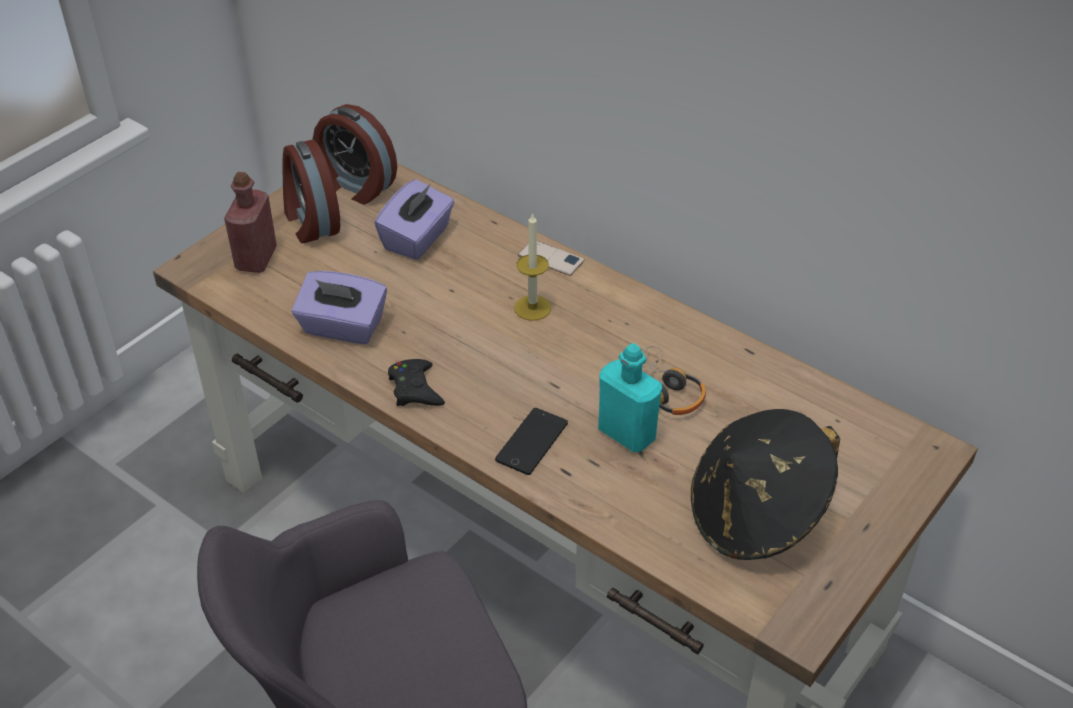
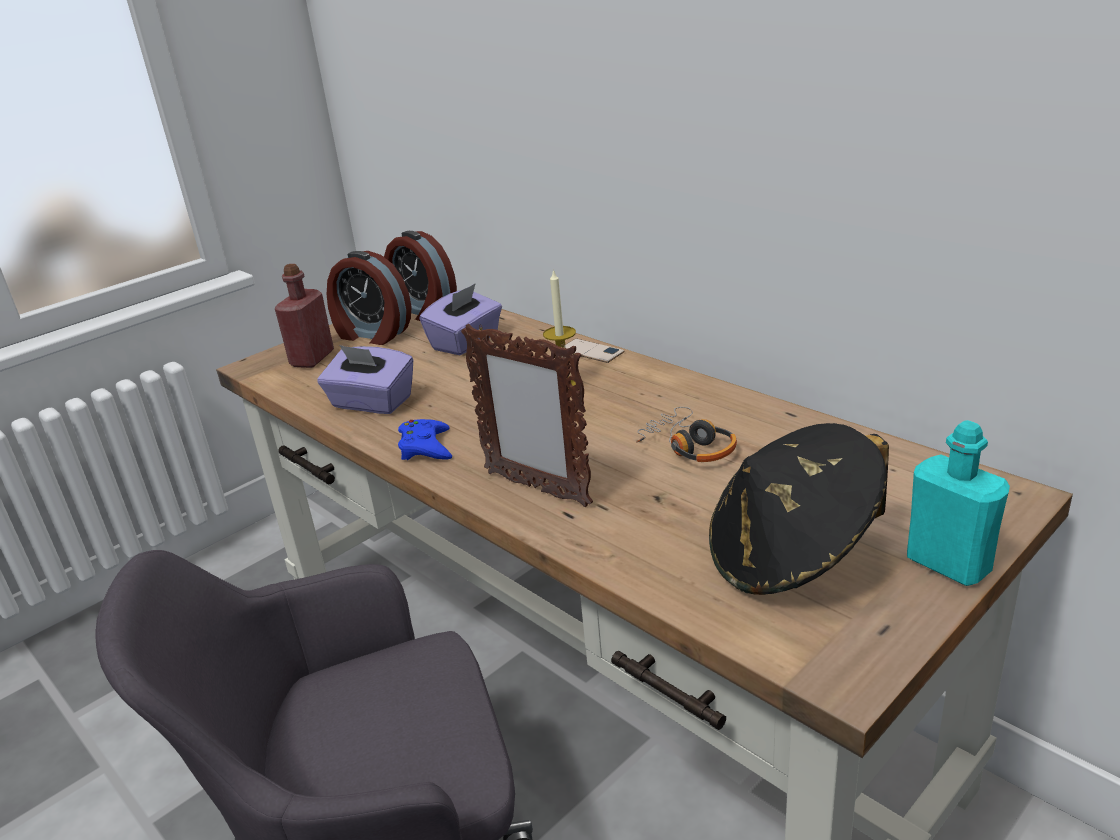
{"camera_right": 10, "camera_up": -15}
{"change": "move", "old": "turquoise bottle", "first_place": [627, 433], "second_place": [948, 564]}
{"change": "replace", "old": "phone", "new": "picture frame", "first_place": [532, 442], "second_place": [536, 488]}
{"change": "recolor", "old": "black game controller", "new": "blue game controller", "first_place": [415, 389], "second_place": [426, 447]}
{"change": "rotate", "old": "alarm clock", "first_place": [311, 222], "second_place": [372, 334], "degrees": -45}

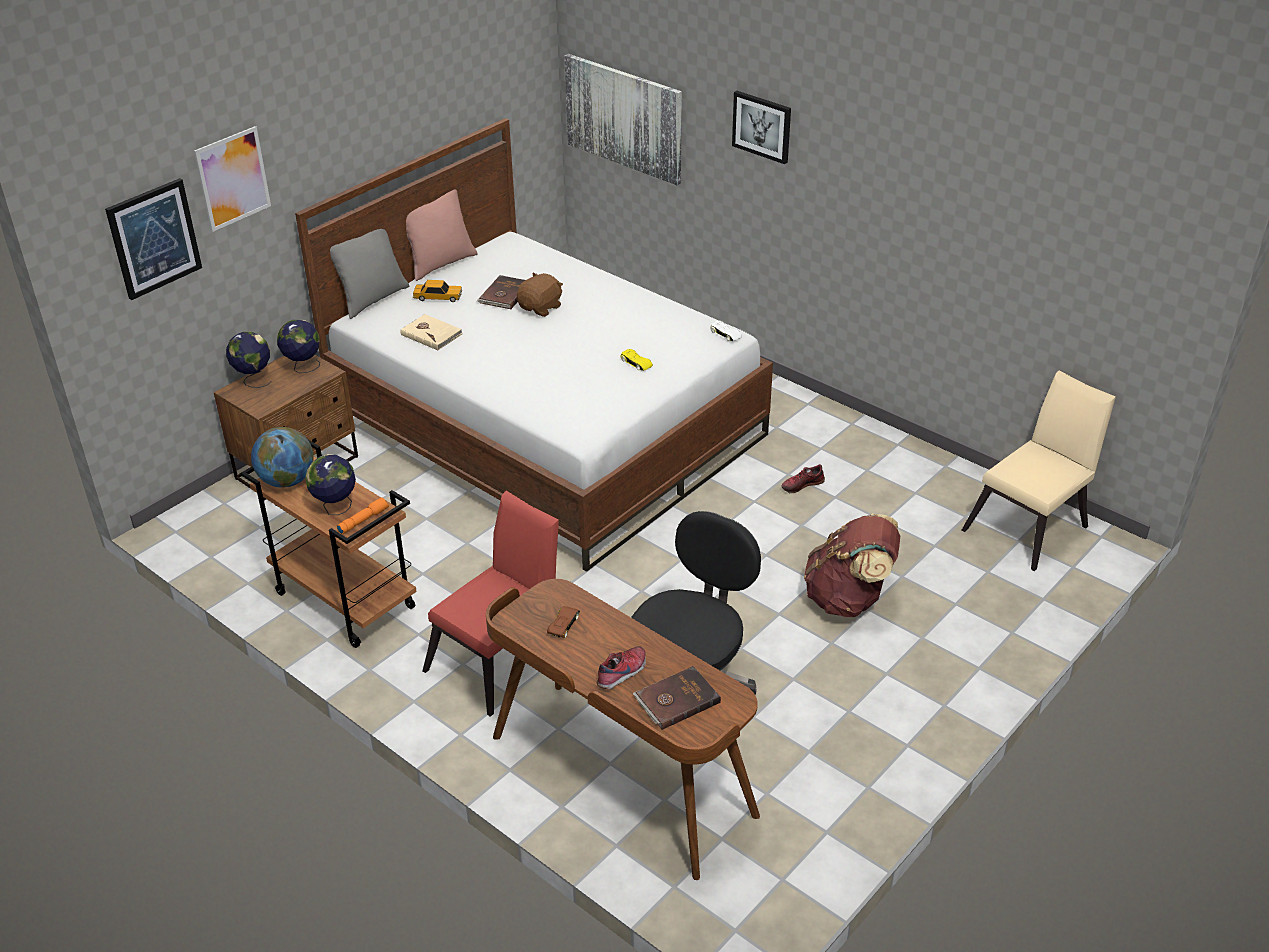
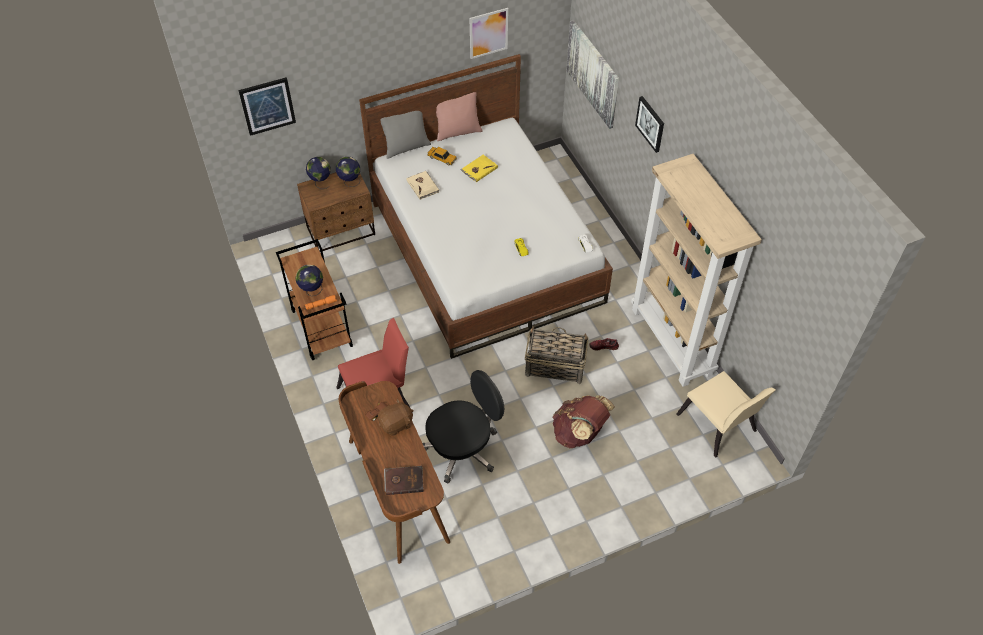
{"camera_right": 25, "camera_up": 15}
{"change": "delete", "old": "globe", "first_place": [287, 481]}
{"change": "delete", "old": "shoe", "first_place": [622, 673]}
{"change": "insert", "new": "basket", "second_place": [554, 366]}
{"change": "insert", "new": "beige bookcase", "second_place": [672, 341]}
{"change": "move", "old": "picture", "first_place": [233, 178], "second_place": [488, 33]}
{"change": "move", "old": "brown plush toy", "first_place": [541, 308], "second_place": [396, 424]}
{"change": "recolor", "old": "brown book", "new": "yellow book", "first_place": [504, 295], "second_place": [479, 169]}
{"change": "rotate", "old": "beige chair", "first_place": [1031, 525], "second_place": [718, 427], "degrees": 75}

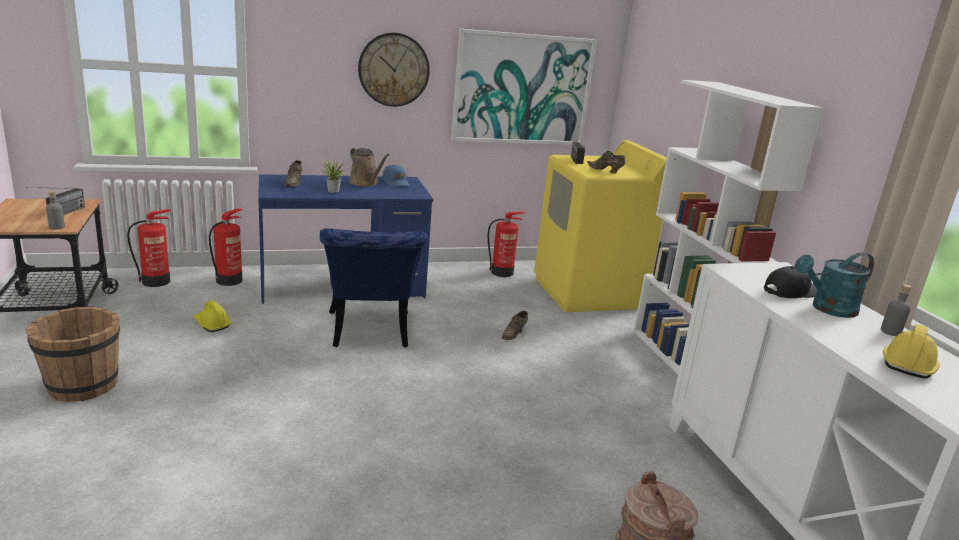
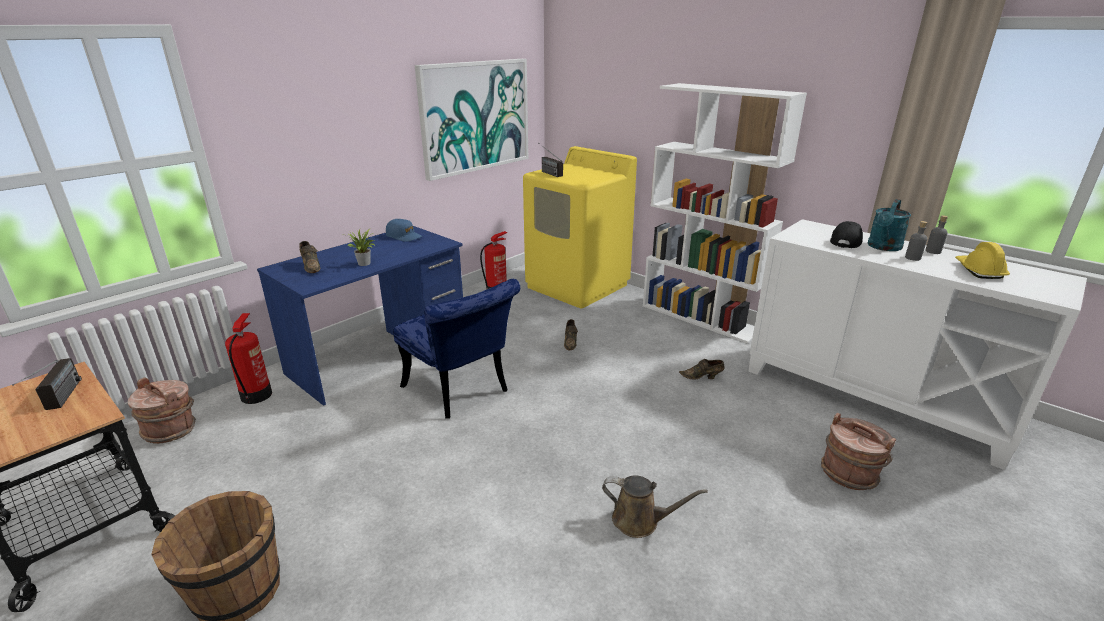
{"camera_right": -30, "camera_up": 5}
{"change": "delete", "old": "yellow hard hat", "first_place": [212, 324]}
{"change": "delete", "old": "wall clock", "first_place": [393, 70]}
{"change": "move", "old": "grey bottle", "first_place": [57, 227], "second_place": [912, 258]}
{"change": "move", "old": "brown watering can", "first_place": [365, 183], "second_place": [640, 521]}
{"change": "move", "old": "brown shoe", "first_place": [605, 171], "second_place": [702, 377]}
{"change": "replace", "old": "fire extinguisher", "new": "brown bucket", "first_place": [157, 281], "second_place": [171, 430]}

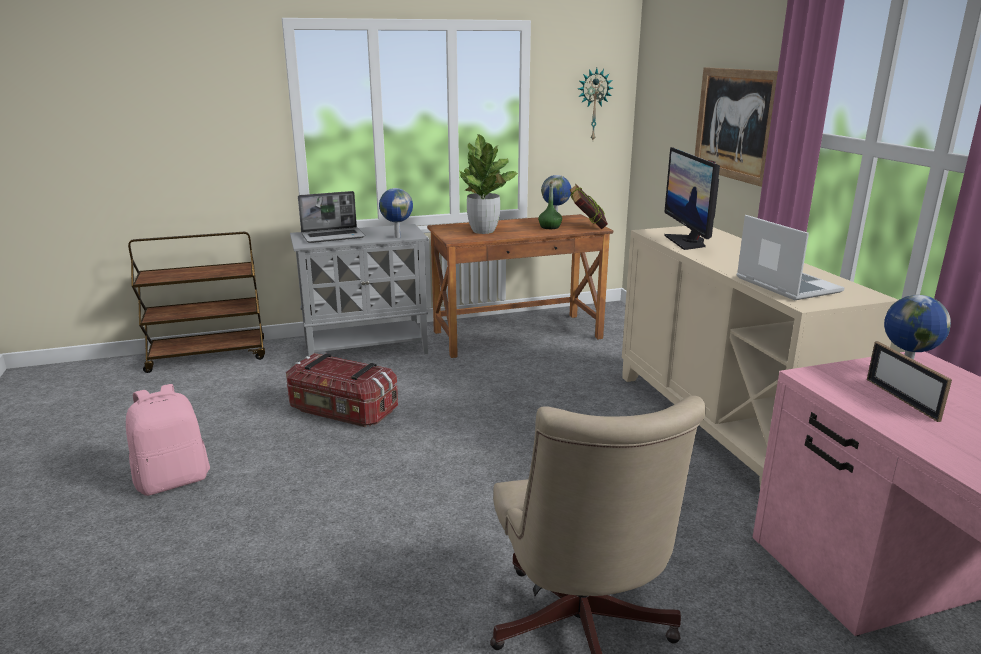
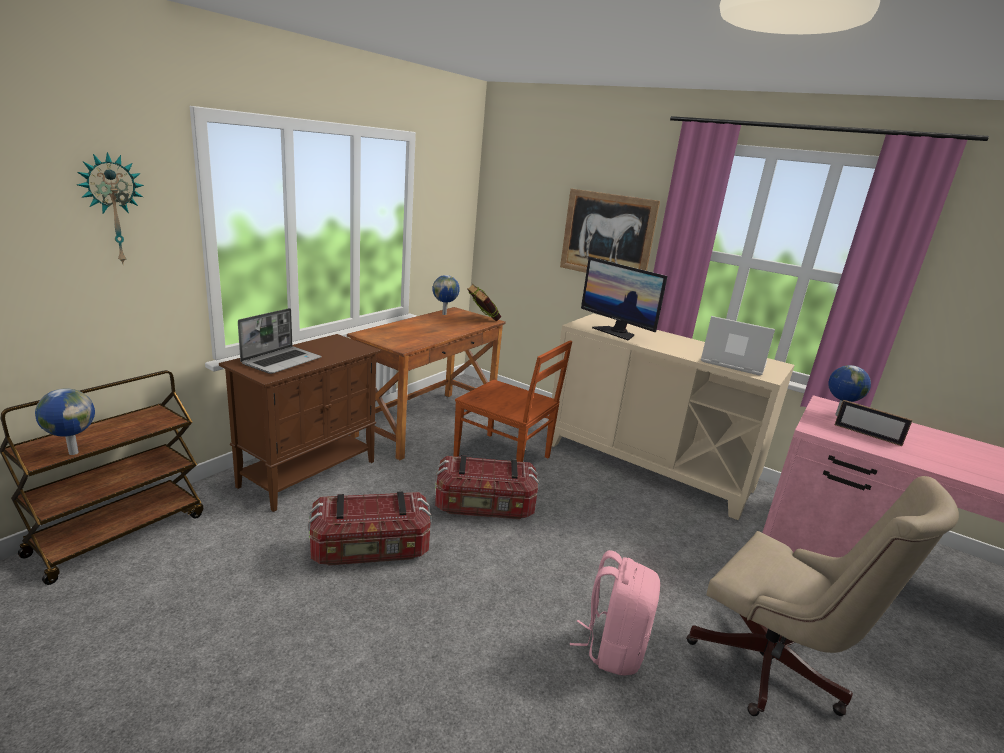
{"camera_right": -40, "camera_up": 0}
{"change": "delete", "old": "potted plant", "first_place": [483, 231]}
{"change": "delete", "old": "green bottle", "first_place": [550, 227]}
{"change": "insert", "new": "storage box", "second_place": [484, 507]}
{"change": "insert", "new": "brown chair", "second_place": [504, 458]}
{"change": "move", "old": "pink backpack", "first_place": [173, 480], "second_place": [612, 648]}
{"change": "move", "old": "globe", "first_place": [397, 237], "second_place": [73, 452]}
{"change": "move", "old": "wall clock", "first_place": [593, 104], "second_place": [113, 209]}
{"change": "recolor", "old": "grey cabinet", "new": "brown cabinet", "first_place": [367, 350], "second_place": [309, 473]}

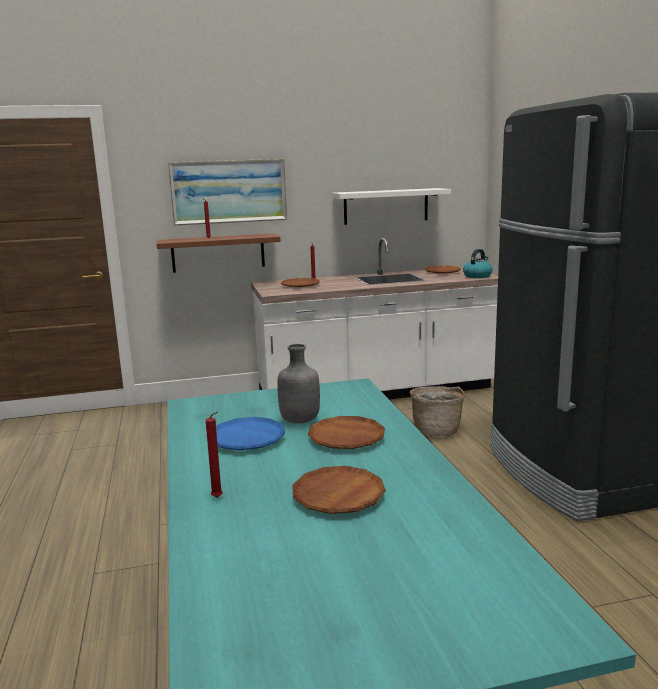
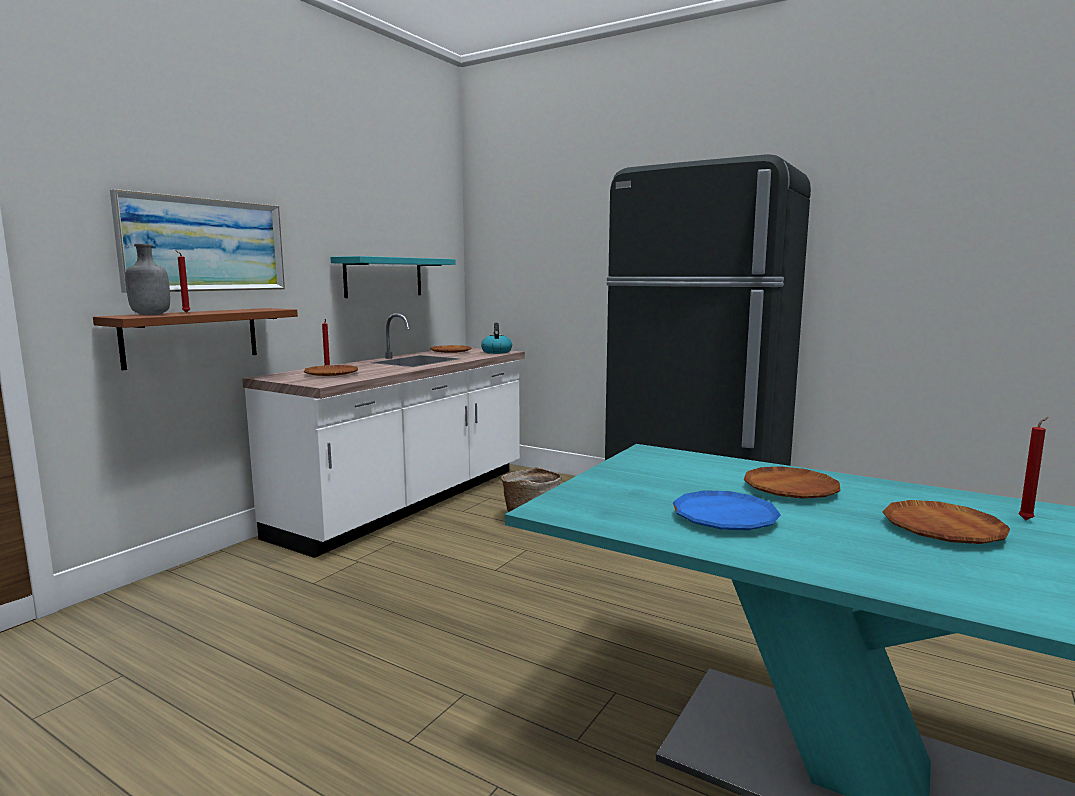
{"camera_right": -45, "camera_up": -5}
{"change": "move", "old": "red candle", "first_place": [218, 498], "second_place": [1027, 520]}
{"change": "move", "old": "grey bottle", "first_place": [299, 421], "second_place": [150, 315]}
{"change": "recolor", "old": "white shelf", "new": "turquoise shelf", "first_place": [386, 206], "second_place": [384, 277]}

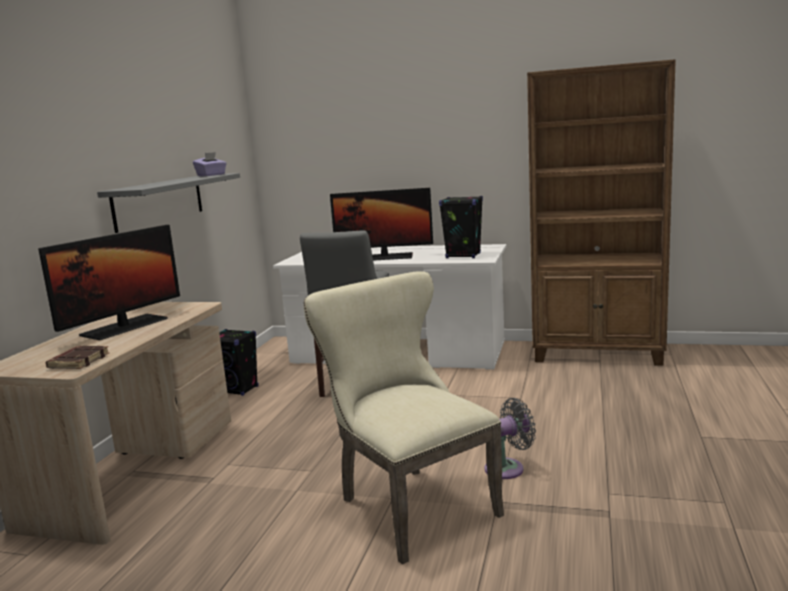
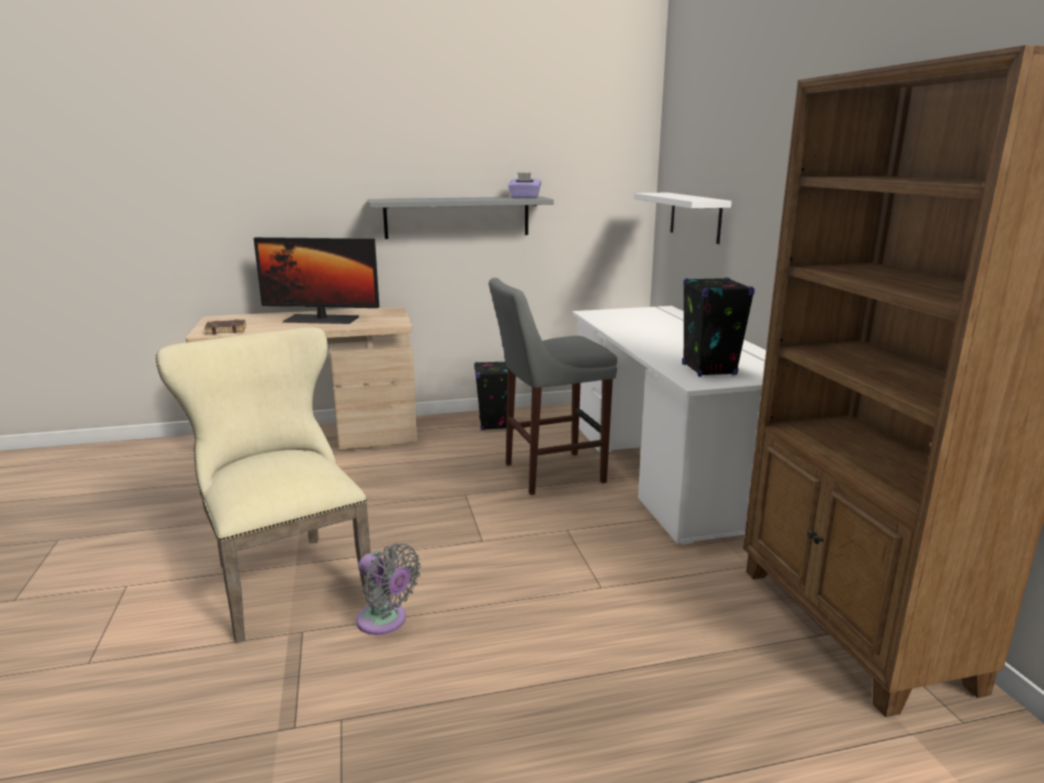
{"camera_right": 60, "camera_up": 5}
{"change": "delete", "old": "monitor", "first_place": [384, 257]}
{"change": "insert", "new": "white shelf", "second_place": [695, 217]}
{"change": "rotate", "old": "beige chair", "first_place": [409, 505], "second_place": [284, 577], "degrees": -60}

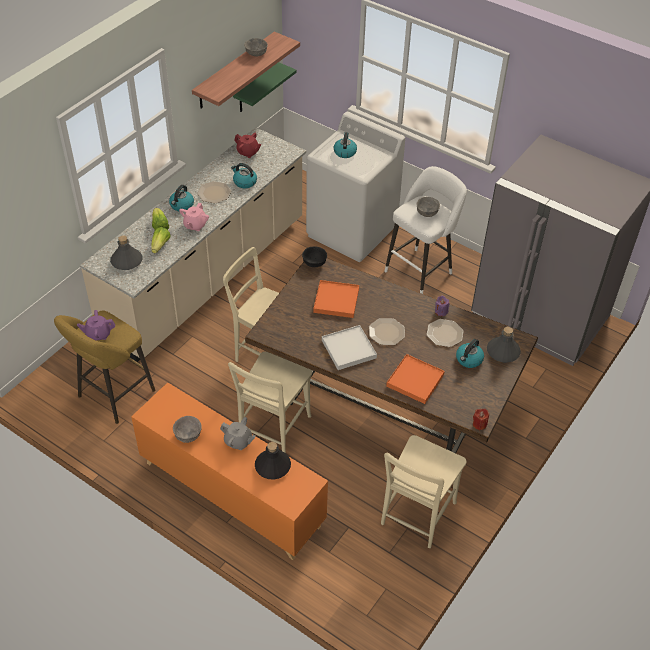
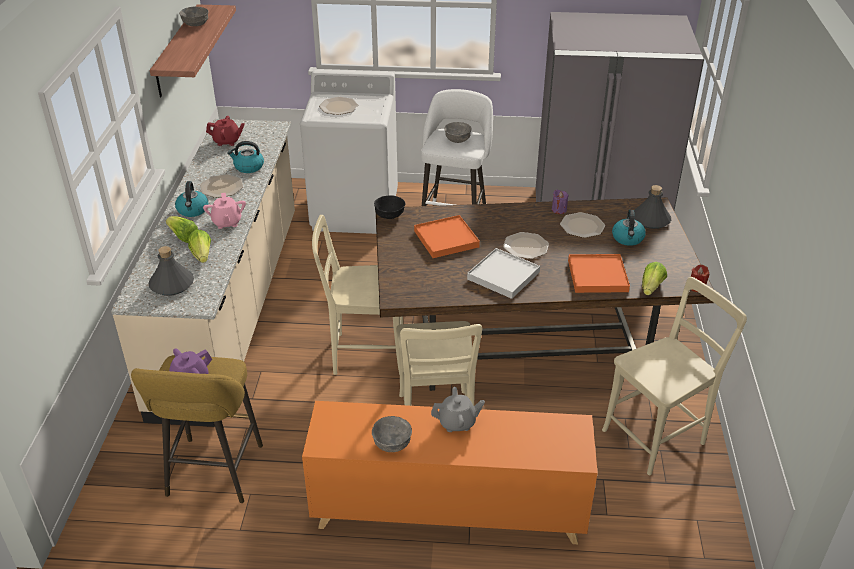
{"camera_right": -30, "camera_up": -10}
{"change": "delete", "old": "green shelf", "first_place": [256, 88]}
{"change": "delete", "old": "black bottle", "first_place": [273, 466]}
{"change": "insert", "new": "lettuce", "second_place": [651, 287]}
{"change": "replace", "old": "kettle", "new": "plate", "first_place": [345, 152], "second_place": [338, 107]}
{"change": "rotate", "old": "beige chair", "first_place": [416, 516], "second_place": [658, 435], "degrees": -120}

